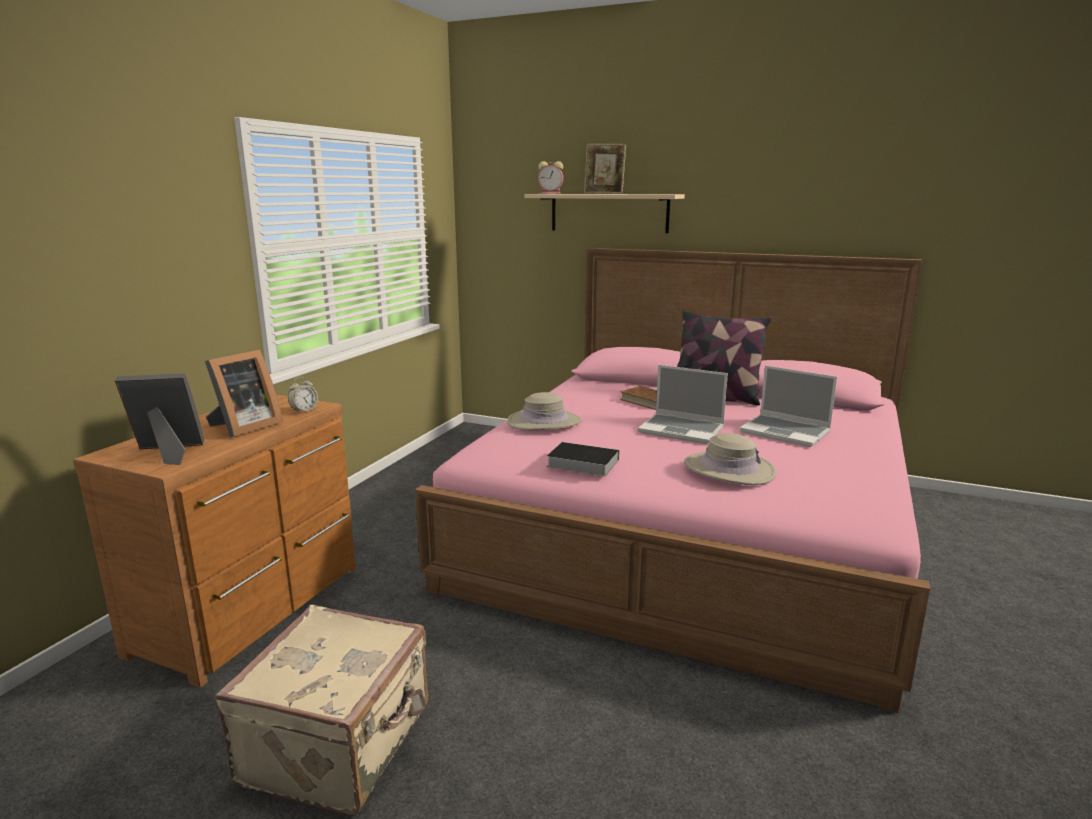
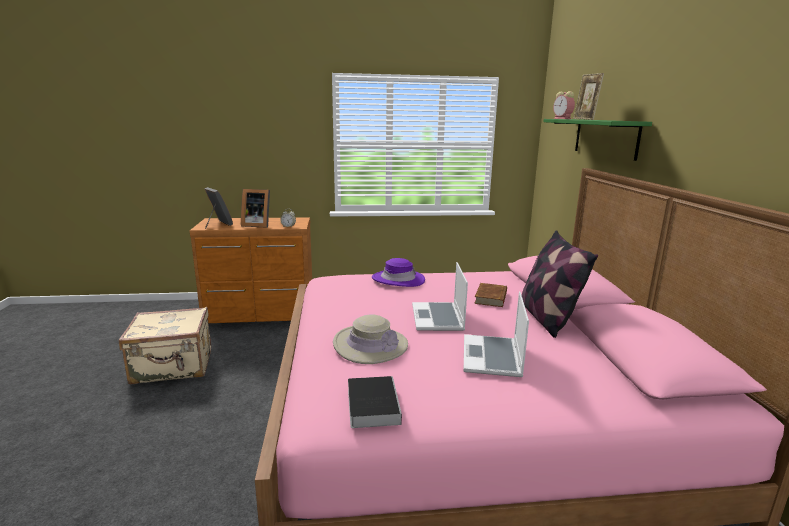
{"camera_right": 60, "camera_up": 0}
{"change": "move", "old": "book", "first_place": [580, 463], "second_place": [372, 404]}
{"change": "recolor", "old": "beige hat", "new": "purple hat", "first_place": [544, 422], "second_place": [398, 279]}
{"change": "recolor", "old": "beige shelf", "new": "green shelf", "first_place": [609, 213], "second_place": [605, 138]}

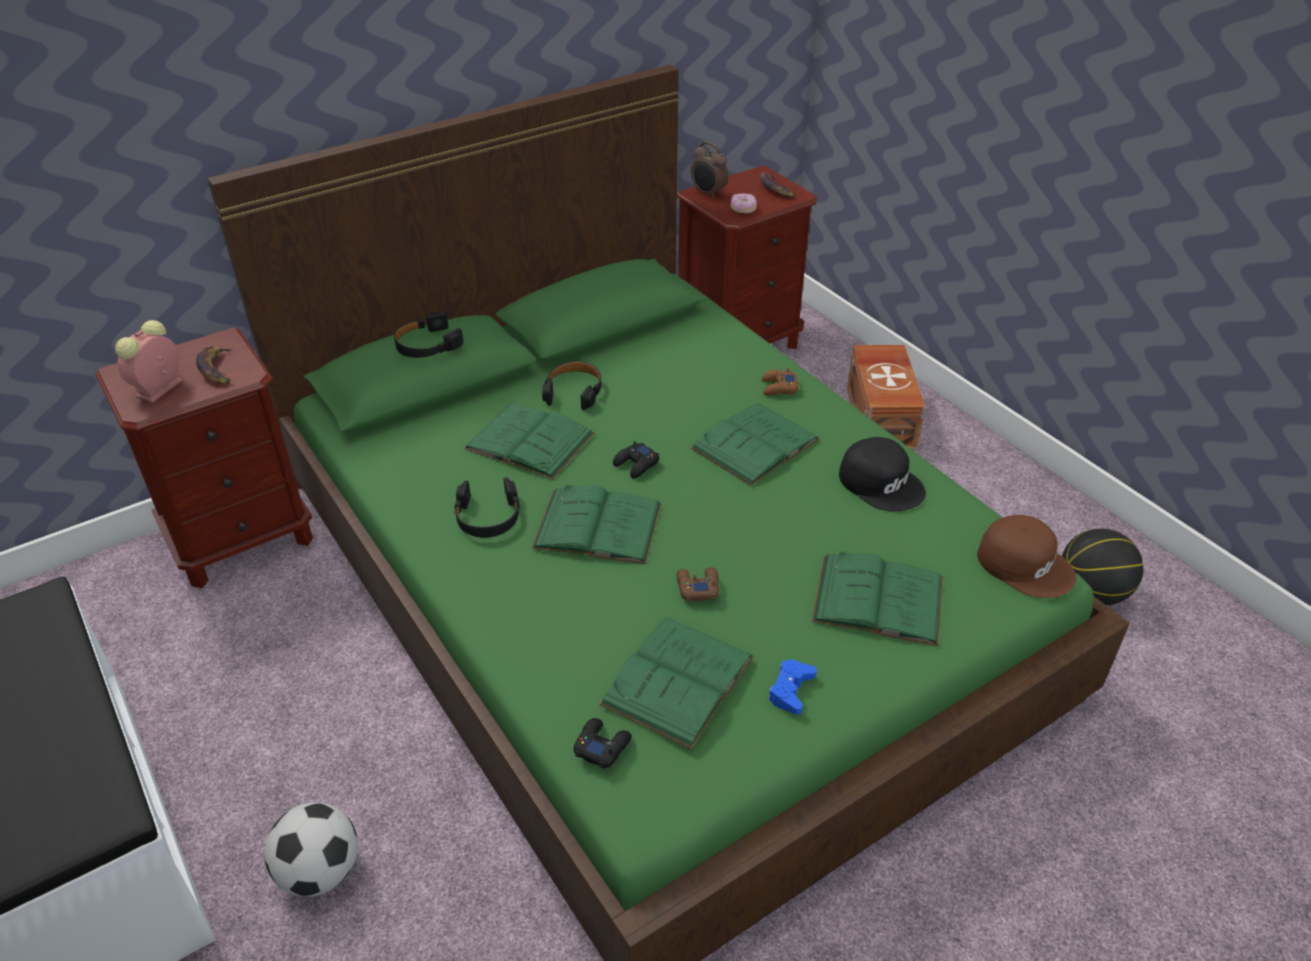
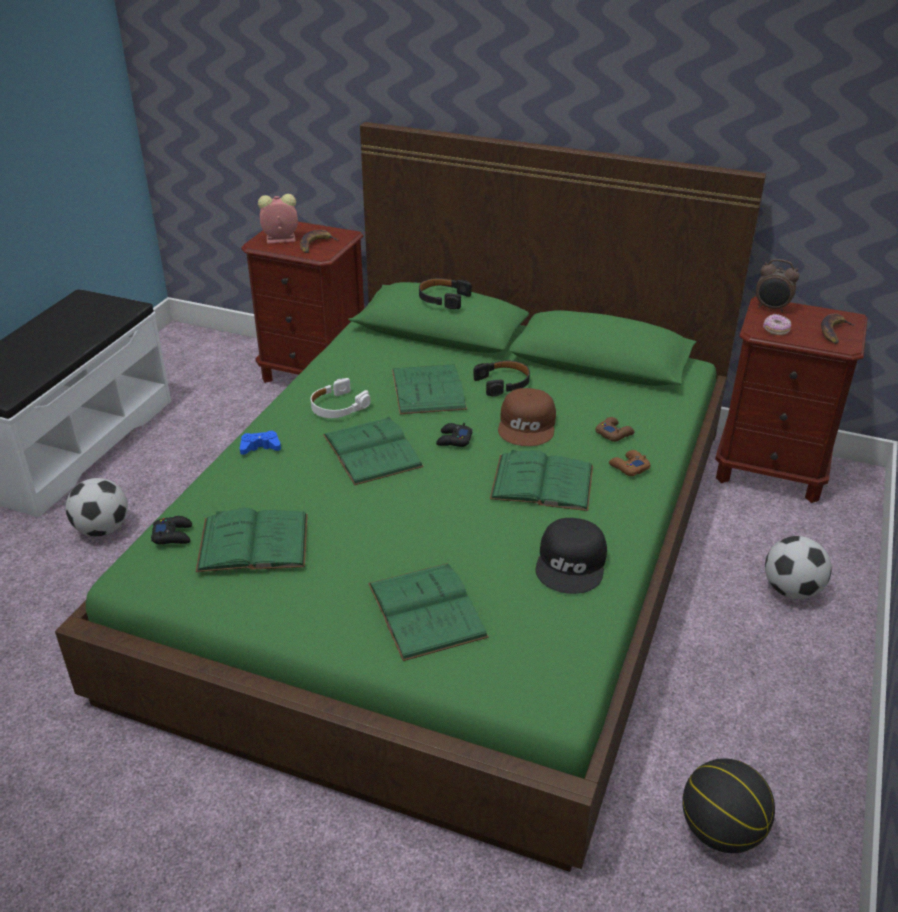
{"camera_right": 55, "camera_up": -5}
{"change": "move", "old": "brown game controller", "first_place": [697, 587], "second_place": [614, 433]}
{"change": "move", "old": "blue game controller", "first_place": [790, 690], "second_place": [260, 447]}
{"change": "move", "old": "brown cap", "first_place": [1025, 564], "second_place": [528, 425]}
{"change": "replace", "old": "brown storage box", "new": "football", "first_place": [881, 416], "second_place": [791, 590]}
{"change": "recolor", "old": "black headphones", "new": "white headphones", "first_place": [488, 516], "second_place": [338, 407]}
{"change": "rotate", "old": "alarm clock", "first_place": [708, 194], "second_place": [771, 308], "degrees": -75}

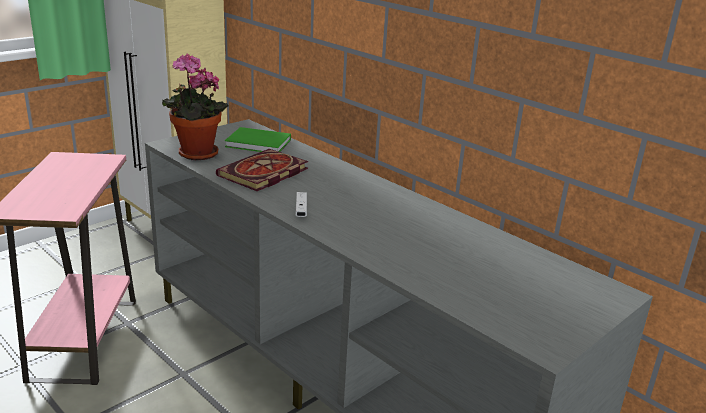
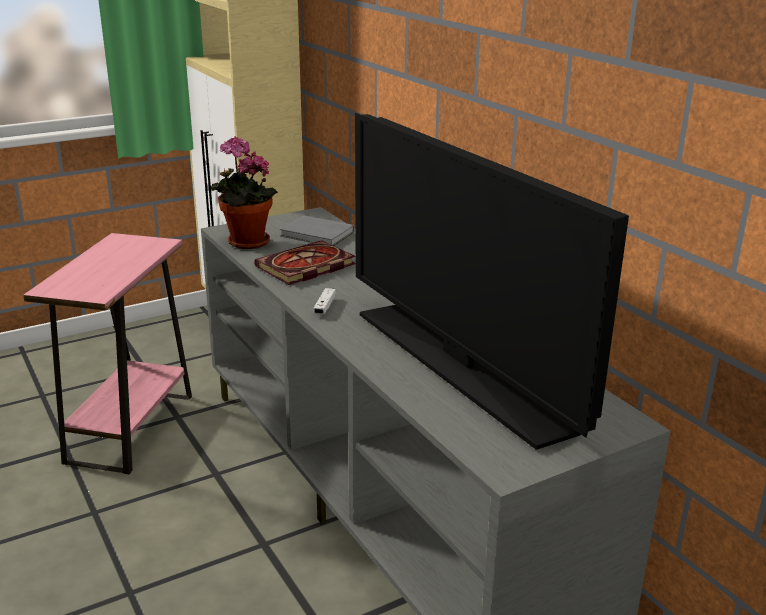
{"camera_right": 15, "camera_up": 0}
{"change": "insert", "new": "television", "second_place": [460, 369]}
{"change": "recolor", "old": "green book", "new": "grey book", "first_place": [259, 144], "second_place": [318, 234]}

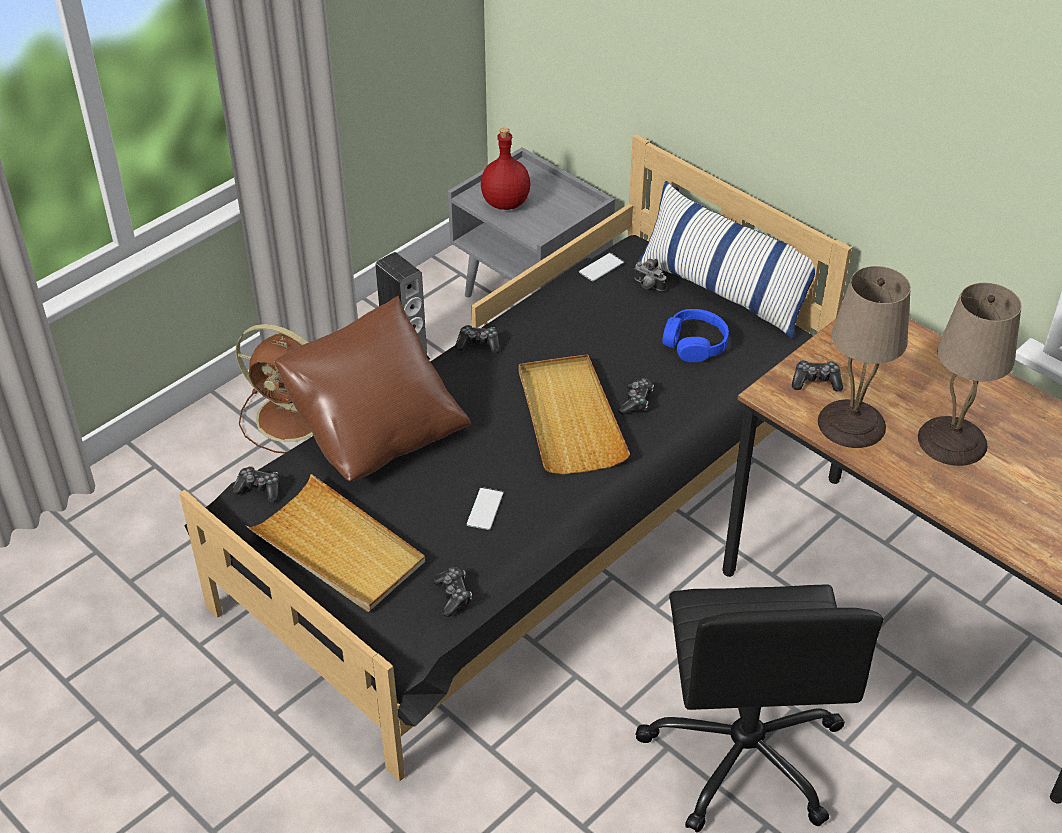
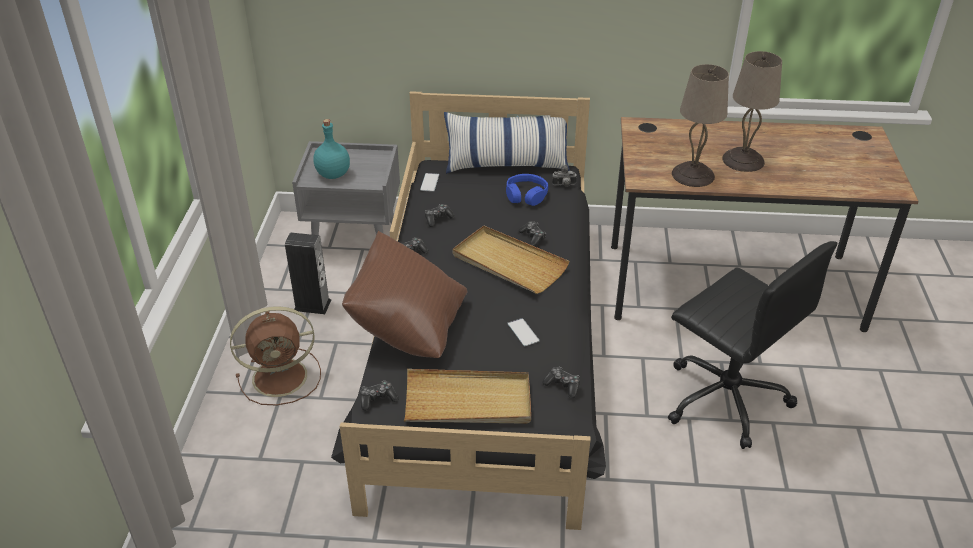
{"camera_right": -40, "camera_up": -5}
{"change": "move", "old": "photo camera", "first_place": [647, 286], "second_place": [564, 185]}
{"change": "move", "old": "game controller", "first_place": [816, 381], "second_place": [438, 218]}
{"change": "recolor", "old": "red bottle", "new": "turquoise bottle", "first_place": [504, 202], "second_place": [332, 174]}

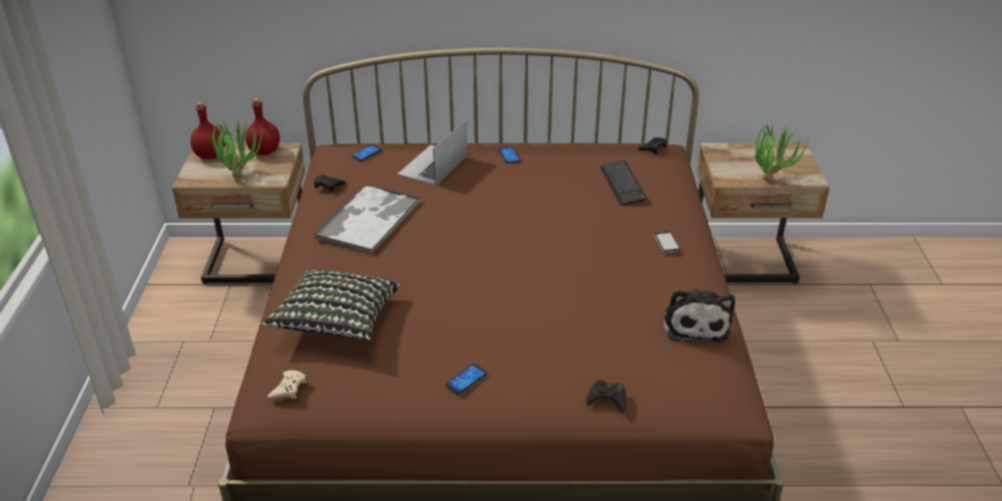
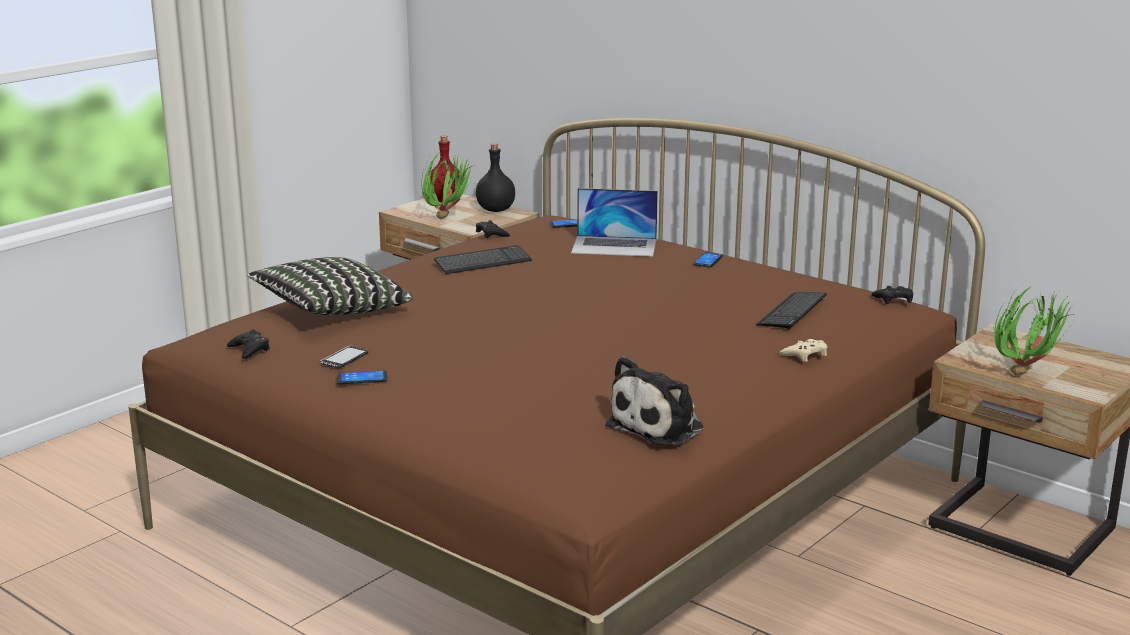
{"camera_right": 40, "camera_up": -15}
{"change": "move", "old": "beige game controller", "first_place": [288, 388], "second_place": [805, 355]}
{"change": "move", "old": "black game controller", "first_place": [607, 399], "second_place": [249, 349]}
{"change": "move", "old": "phone", "first_place": [666, 243], "second_place": [344, 358]}
{"change": "replace", "old": "tray", "new": "keyboard", "first_place": [369, 219], "second_place": [483, 262]}
{"change": "recolor", "old": "red bottle", "new": "black bottle", "first_place": [264, 151], "second_place": [495, 210]}
{"change": "rotate", "old": "laptop", "first_place": [432, 165], "second_place": [614, 246], "degrees": -150}

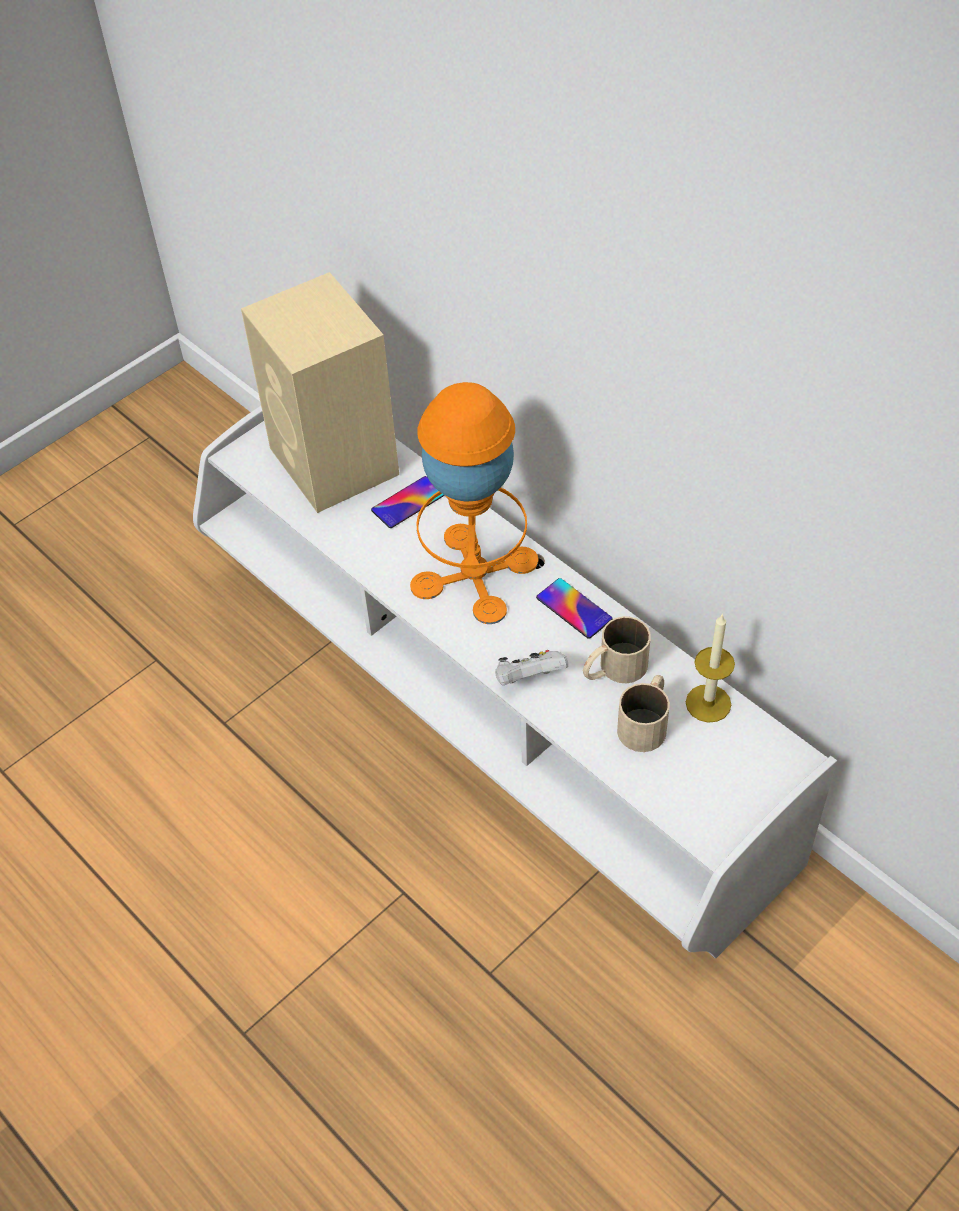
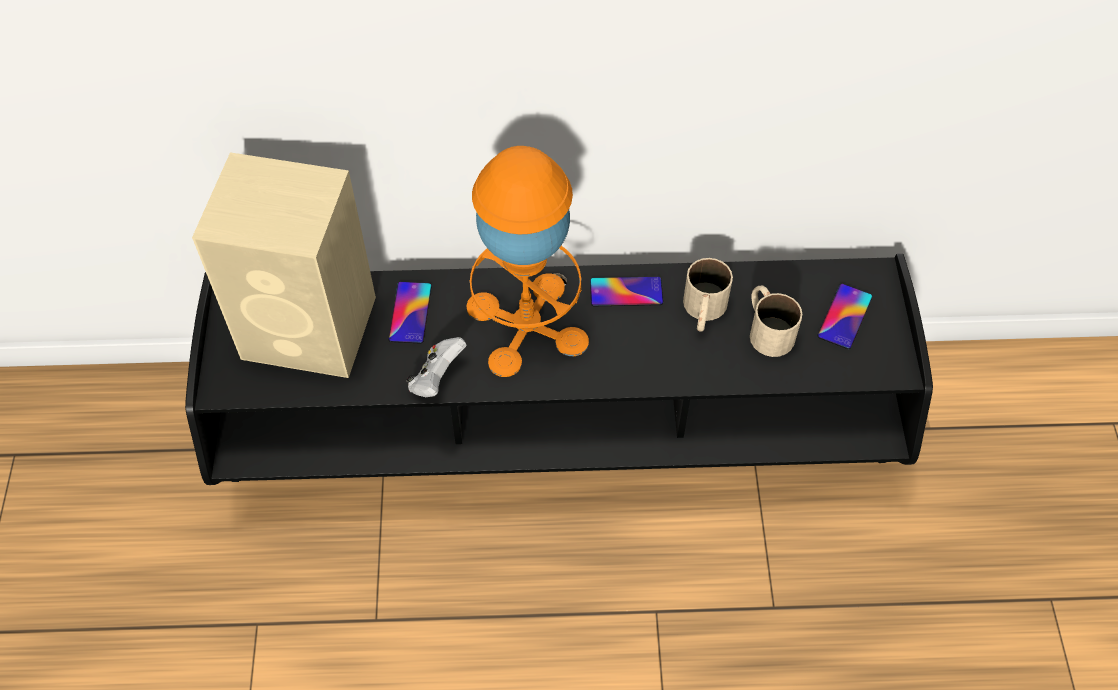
{"camera_right": -50, "camera_up": 5}
{"change": "delete", "old": "candle", "first_place": [708, 703]}
{"change": "insert", "new": "phone", "second_place": [844, 316]}
{"change": "move", "old": "white game controller", "first_place": [529, 679], "second_place": [436, 378]}
{"change": "recolor", "old": "white tv stand", "new": "black tv stand", "first_place": [487, 714], "second_place": [560, 437]}

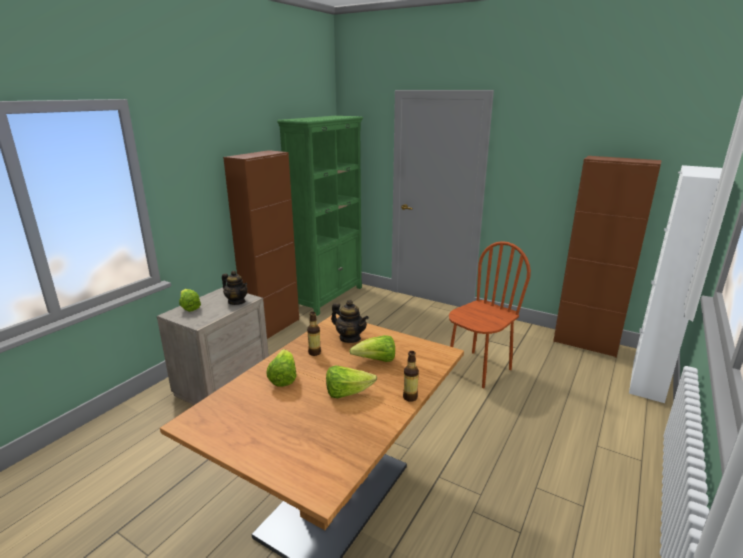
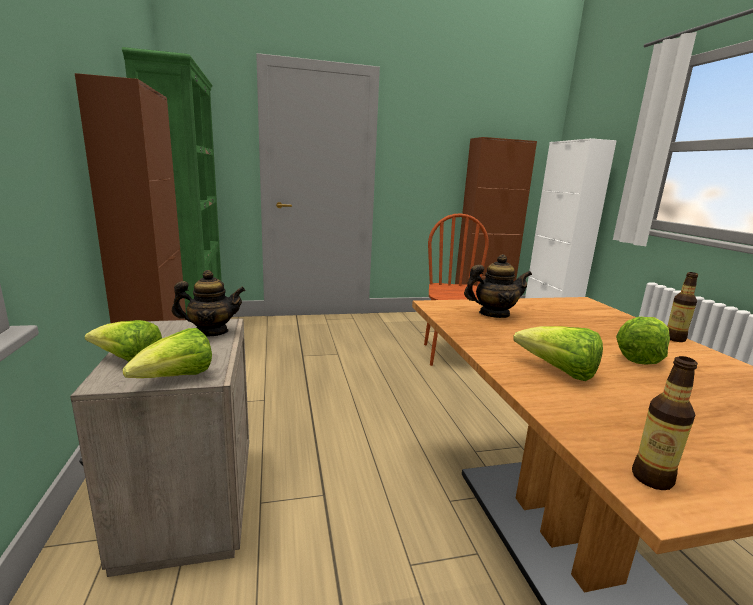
{"camera_right": -45, "camera_up": -5}
{"change": "move", "old": "bottle", "first_place": [314, 353], "second_place": [652, 478]}
{"change": "move", "old": "lettuce", "first_place": [376, 361], "second_place": [176, 378]}

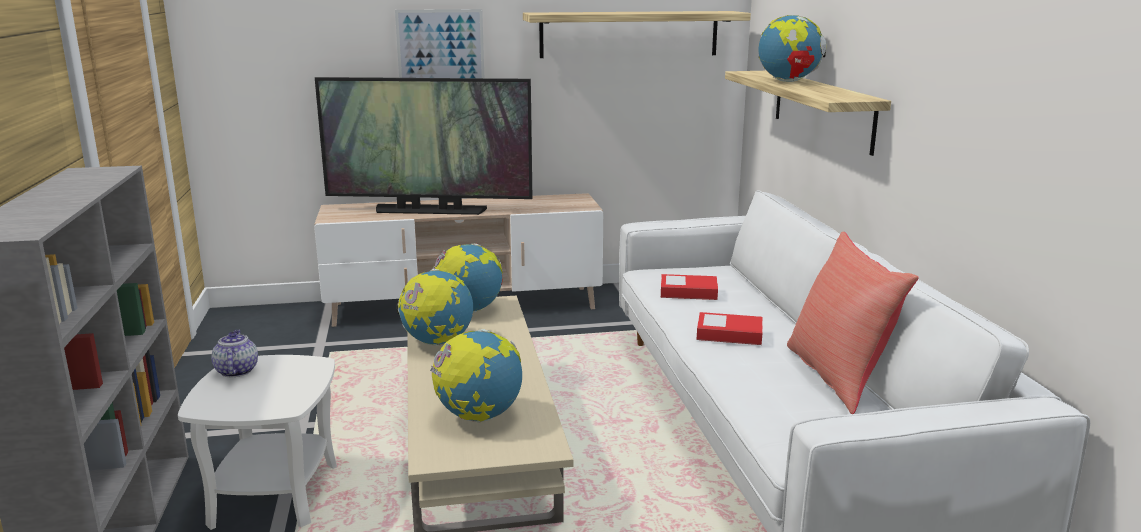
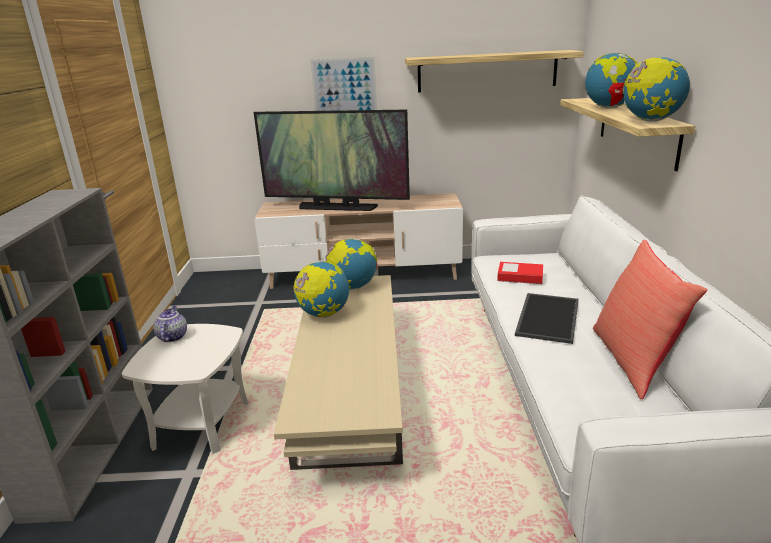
{"camera_right": 10, "camera_up": 5}
{"change": "move", "old": "globe", "first_place": [479, 416], "second_place": [650, 121]}
{"change": "replace", "old": "book", "new": "tray", "first_place": [729, 335], "second_place": [546, 317]}

